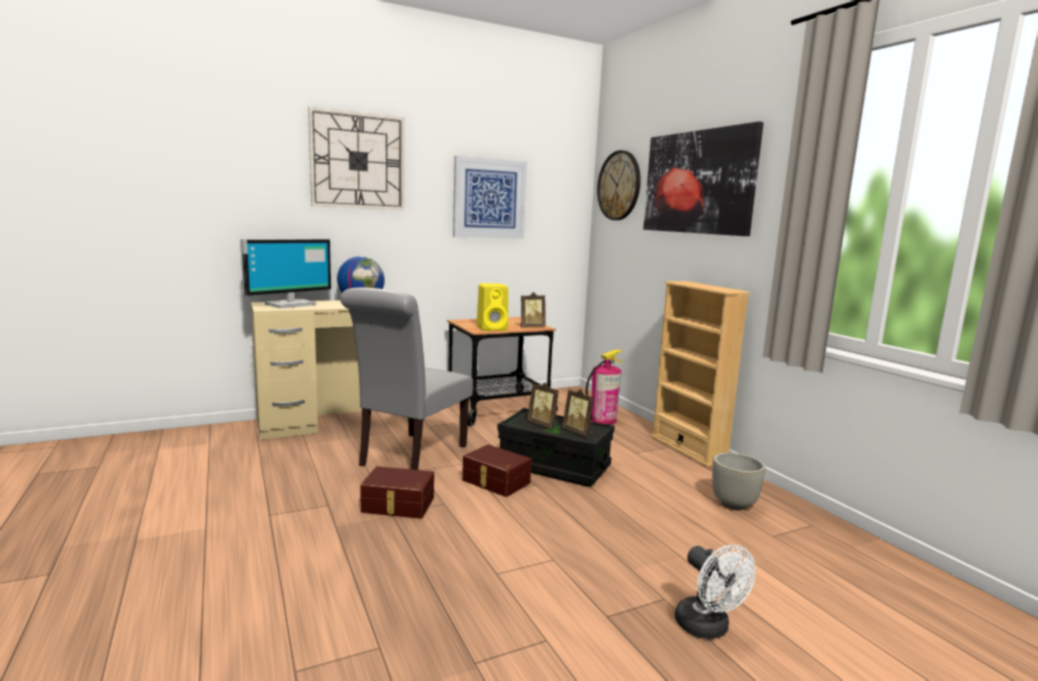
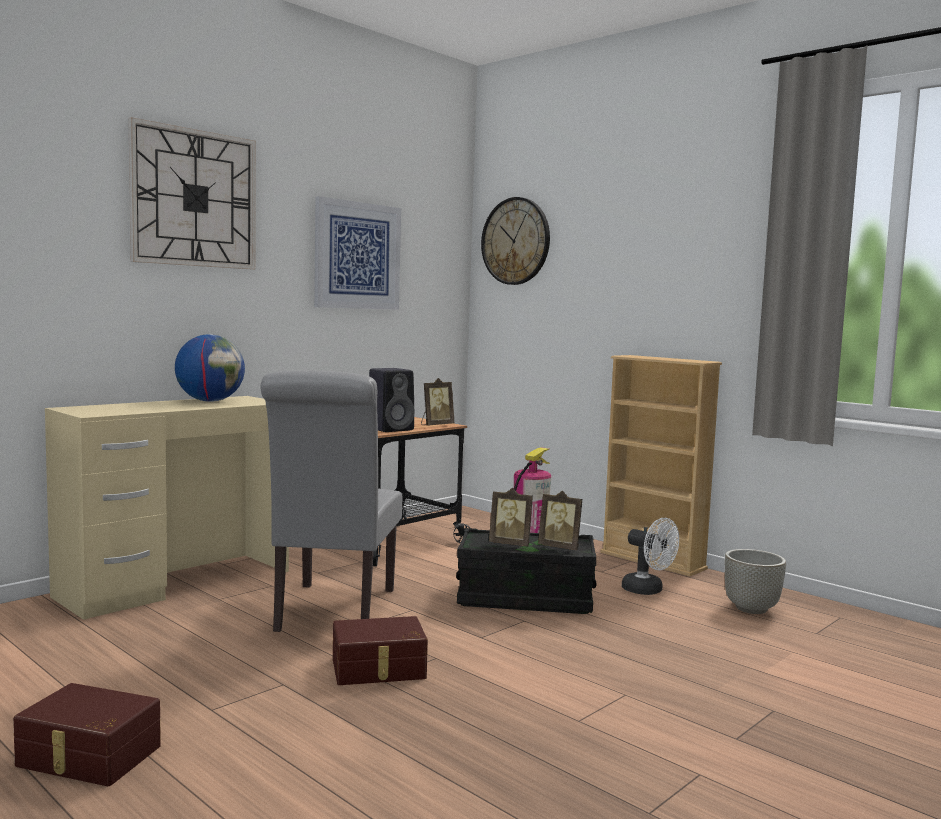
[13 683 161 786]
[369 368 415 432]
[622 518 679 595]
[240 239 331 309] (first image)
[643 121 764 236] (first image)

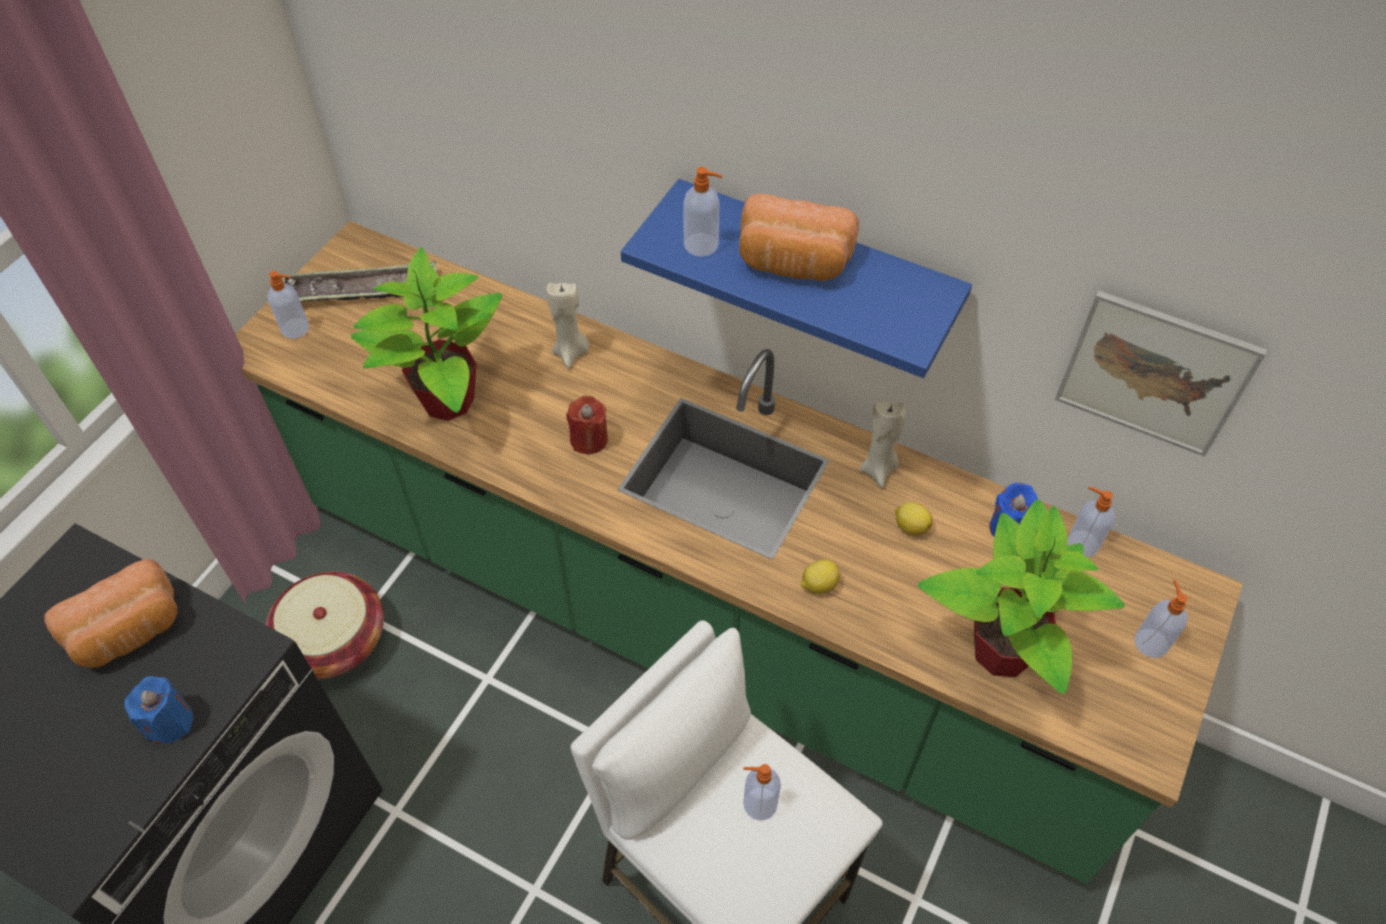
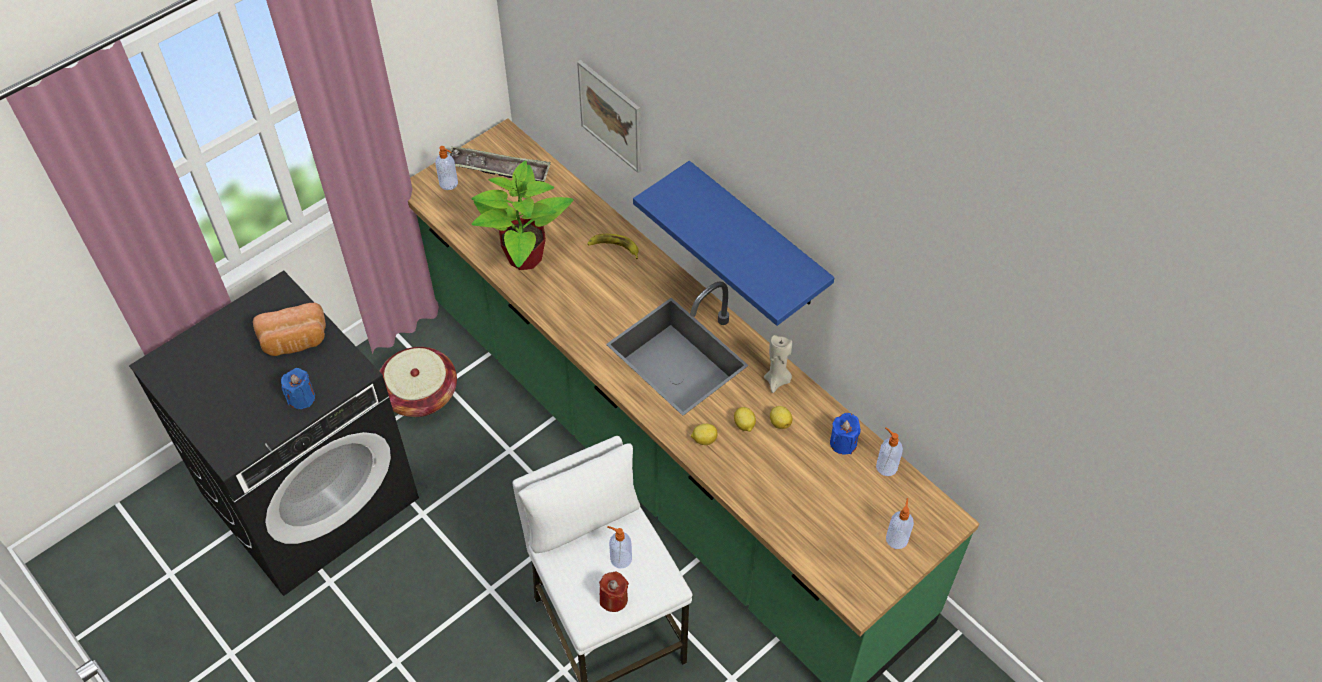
[577 60 641 173]
[587 234 638 259]
[599 572 629 612]
[734 407 756 432]
[683 167 722 257] (first image)
[739 194 859 281] (first image)
[918 499 1125 694] (first image)

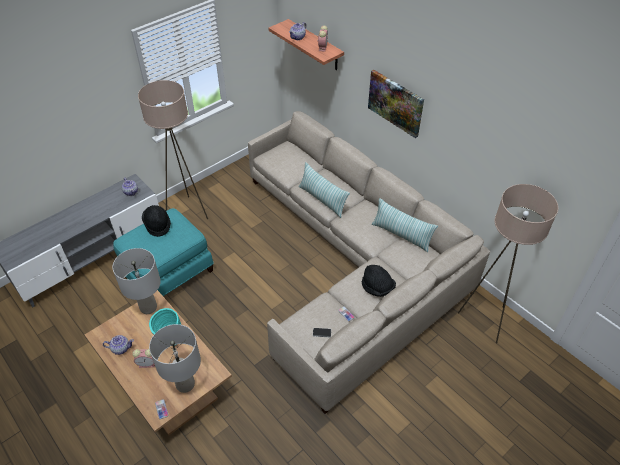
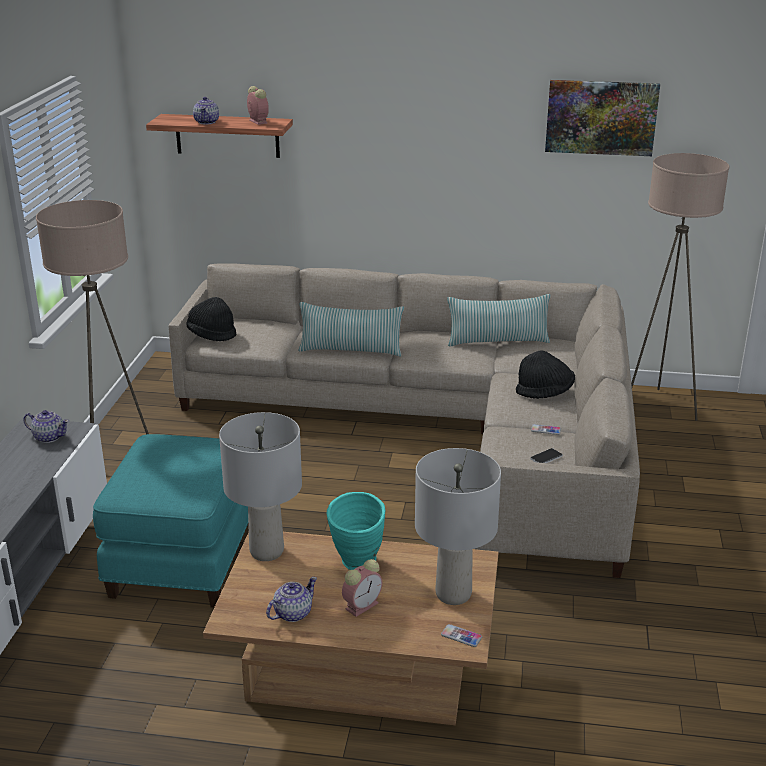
[186 297 236 341]
[545 80 660 156]

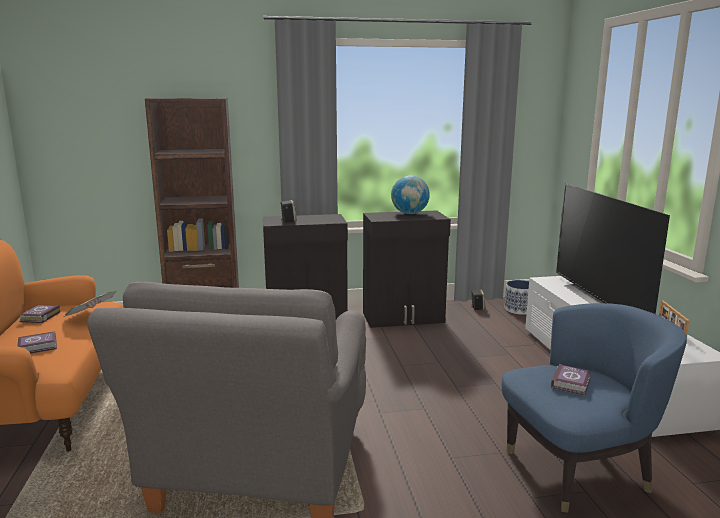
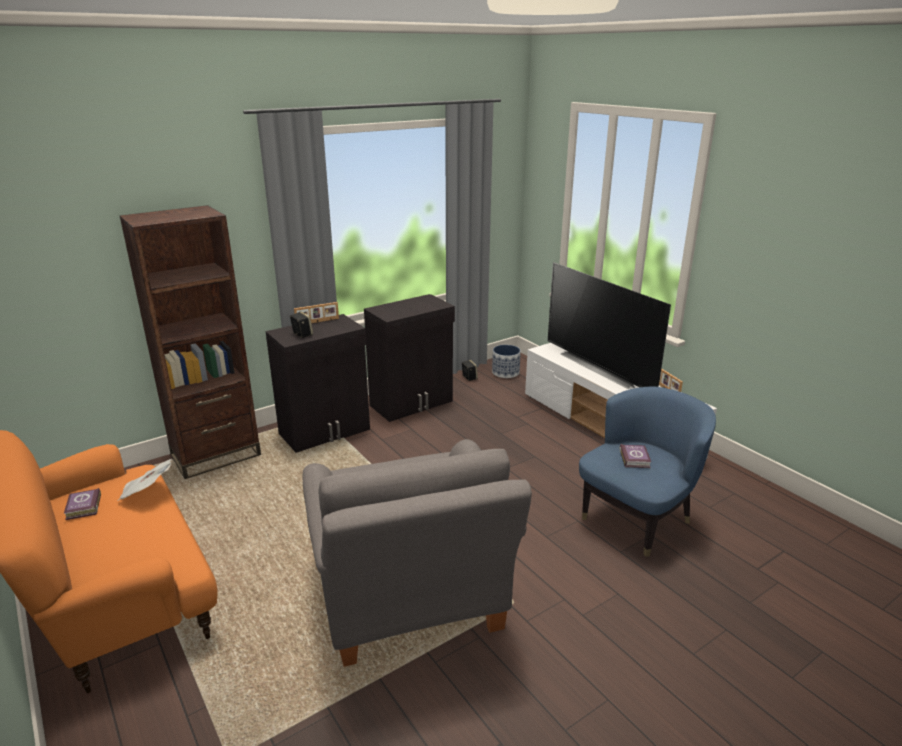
[294 302 339 323]
[17 331 57 354] (first image)
[391 176 430 214] (first image)

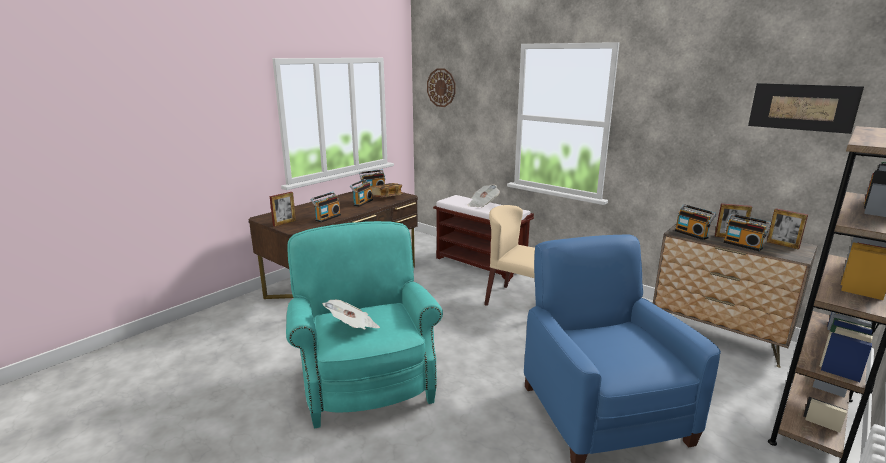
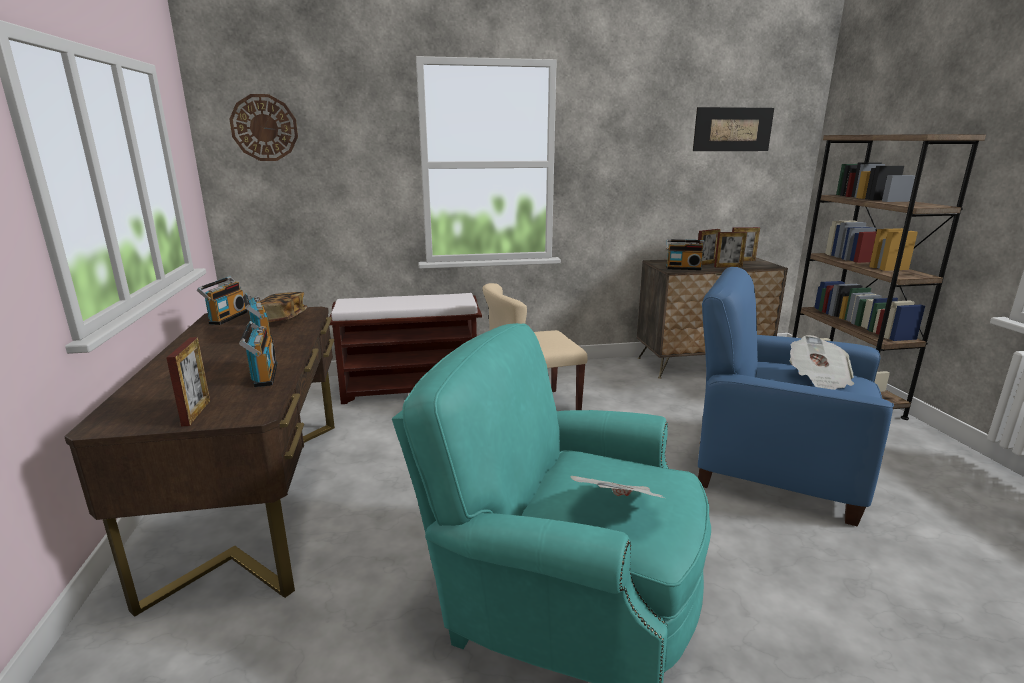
[714 232 747 267]
[790 335 854 390]

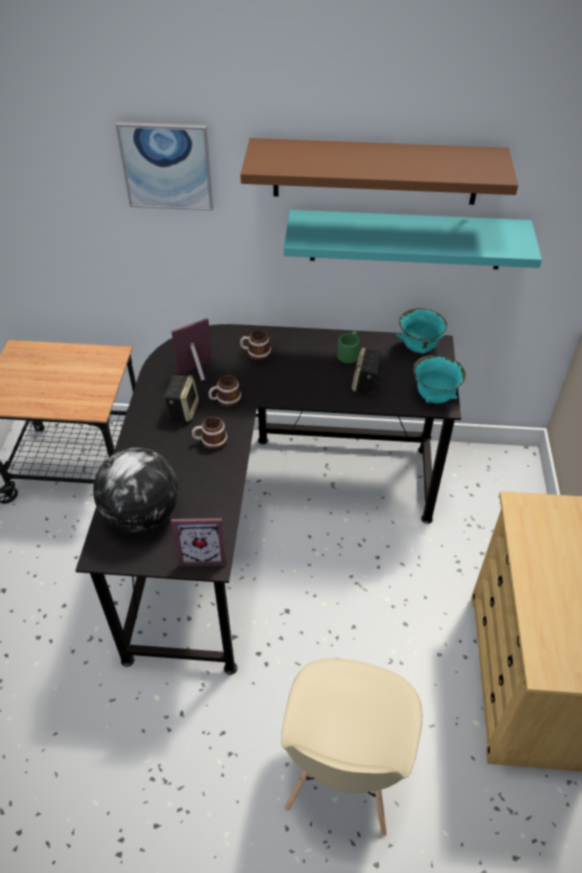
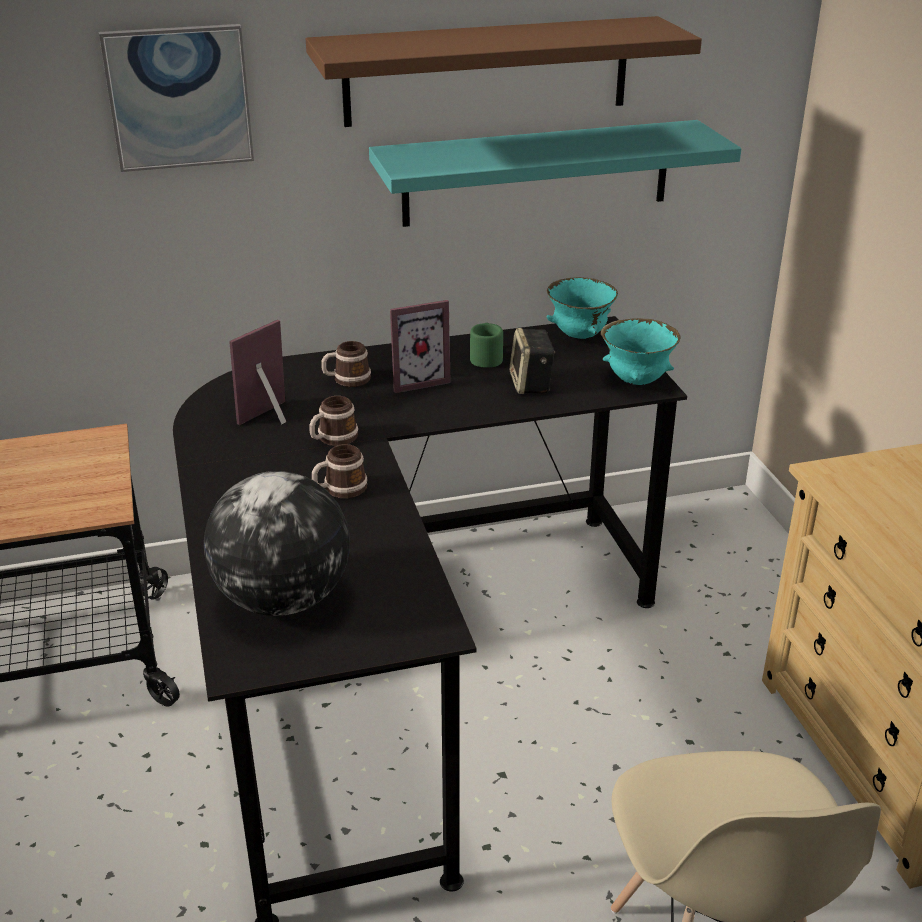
[390 300 451 393]
[163 375 199 422] (first image)

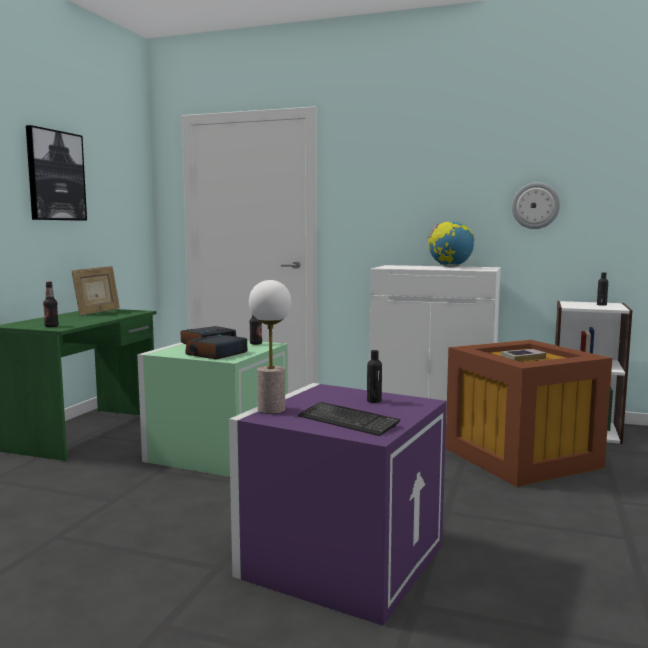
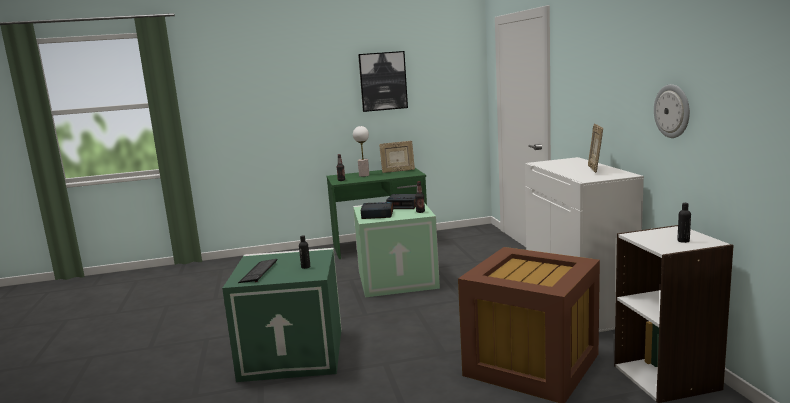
[222 248 342 382]
[353 126 369 177]
[588 124 603 173]
[501 349 546 361] (first image)

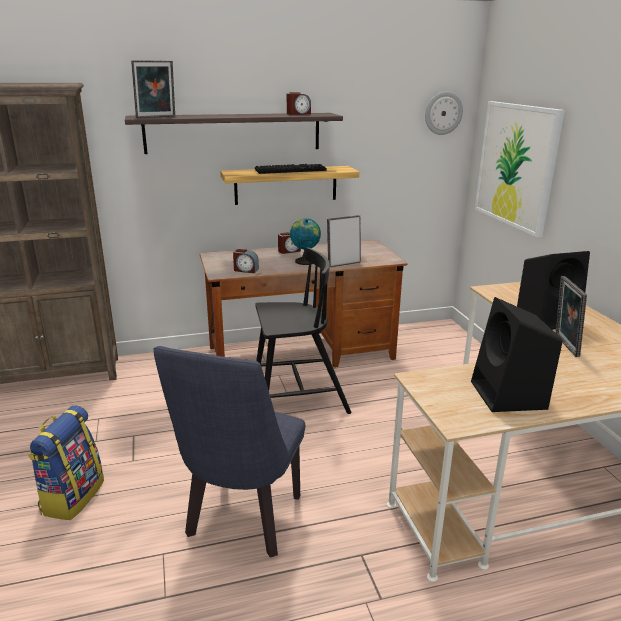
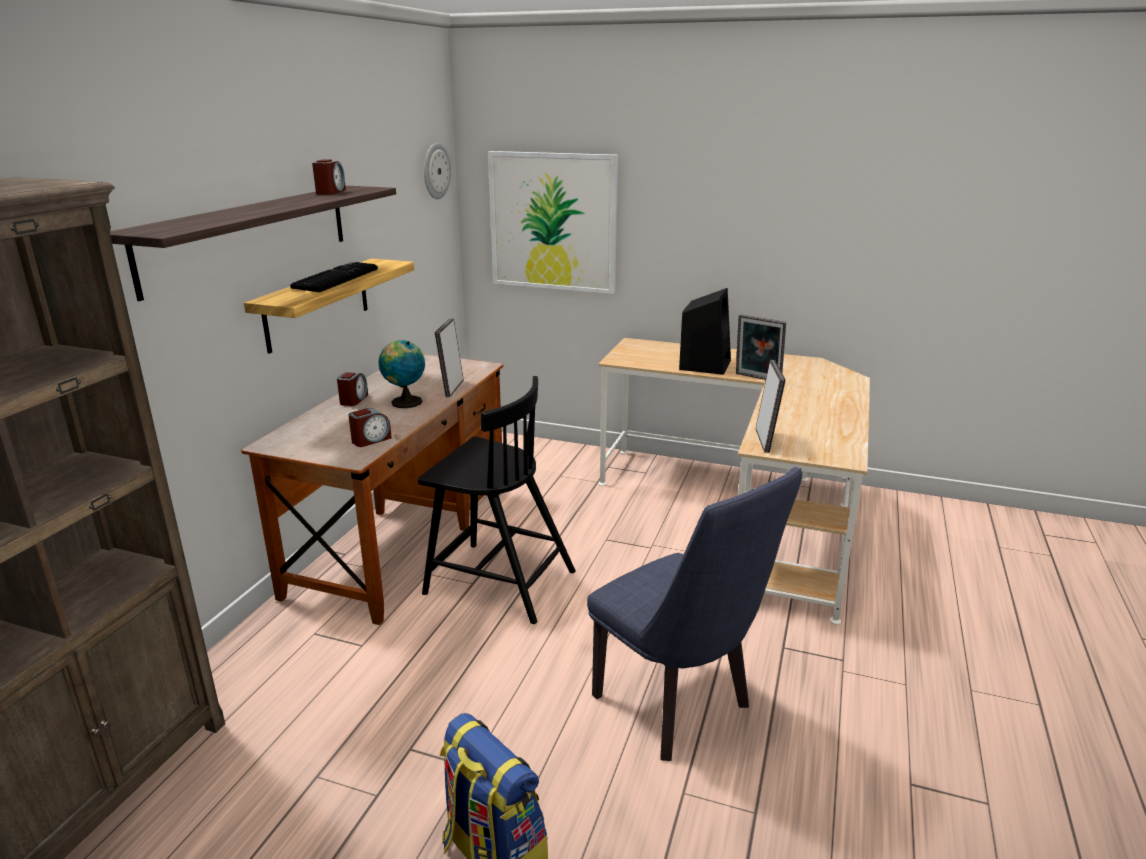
[418 376 576 624]
[756 360 786 453]
[471 297 563 412] (first image)

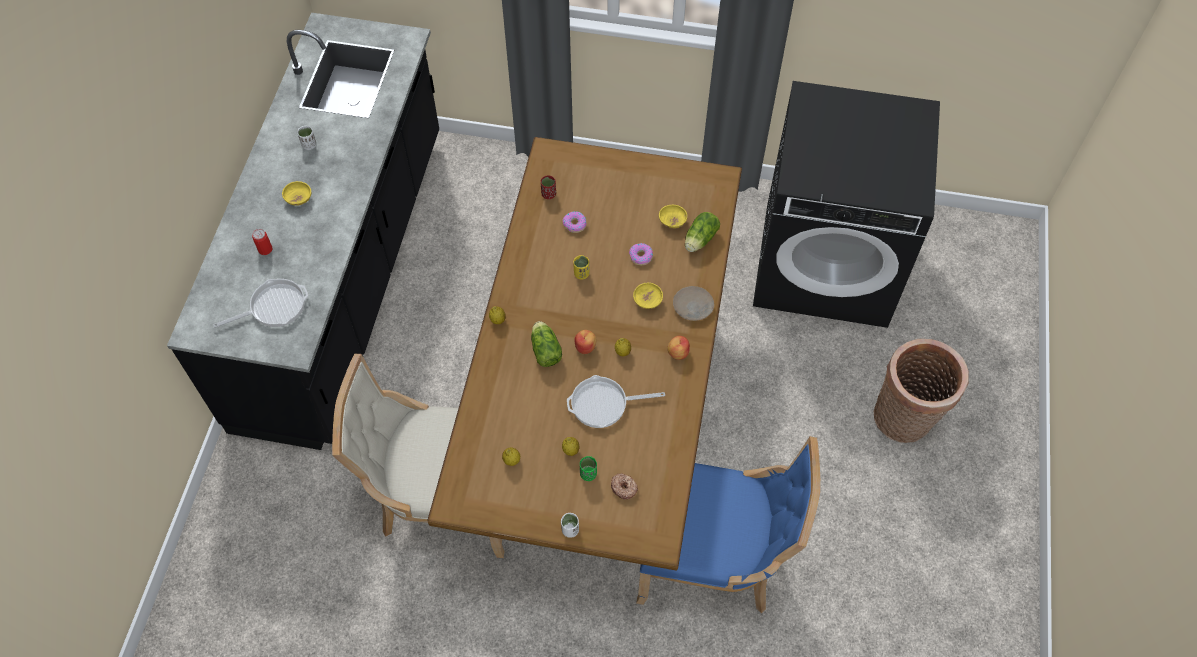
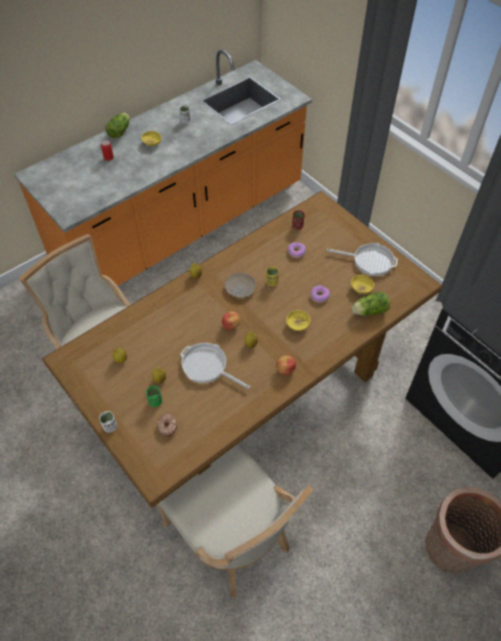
[14 50 312 286]
[106 113 130 139]
[157 443 313 598]
[225 273 256 298]
[327 243 398 276]

